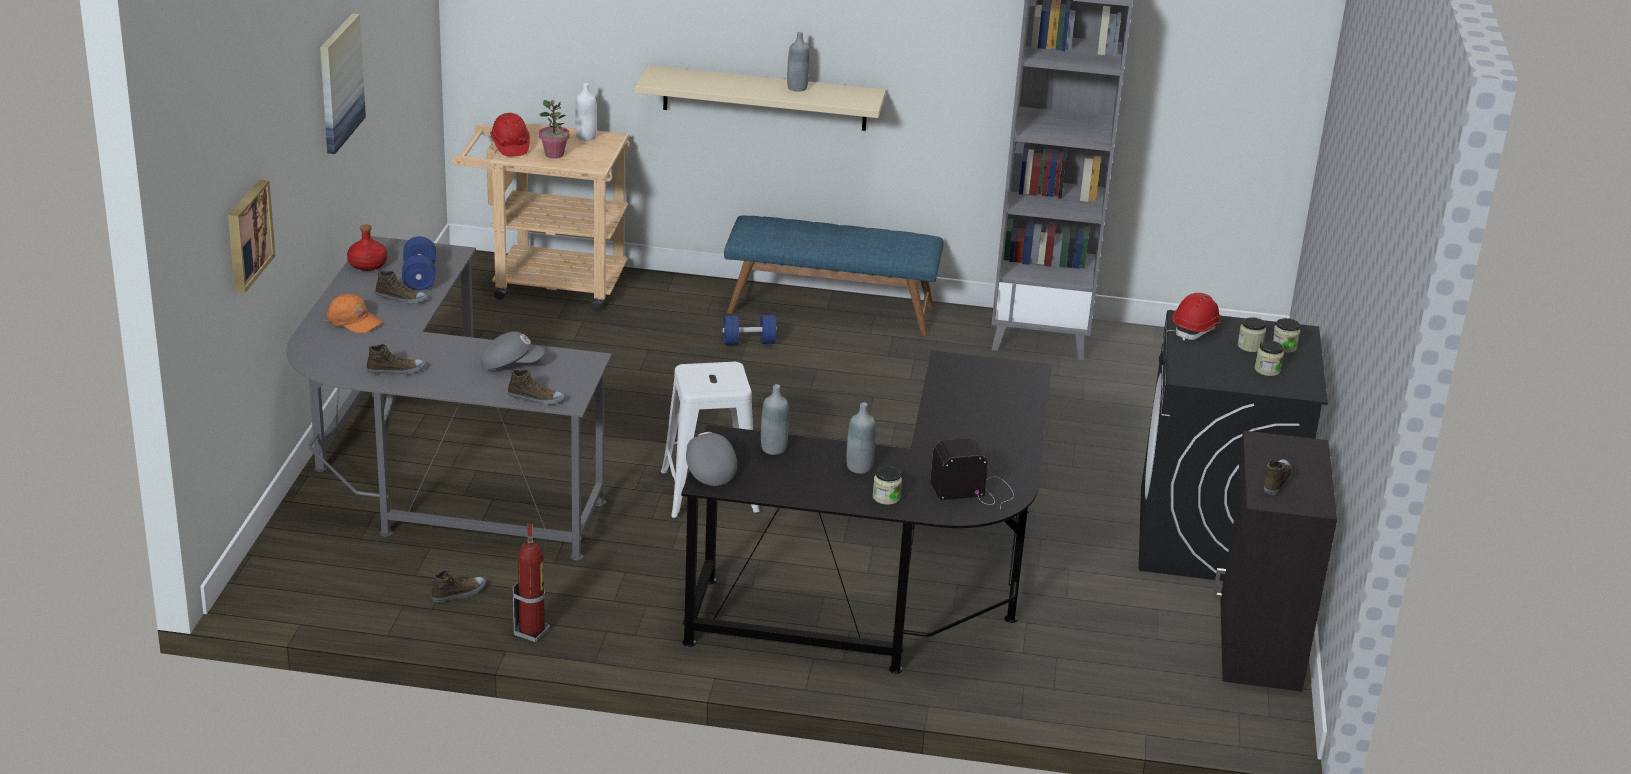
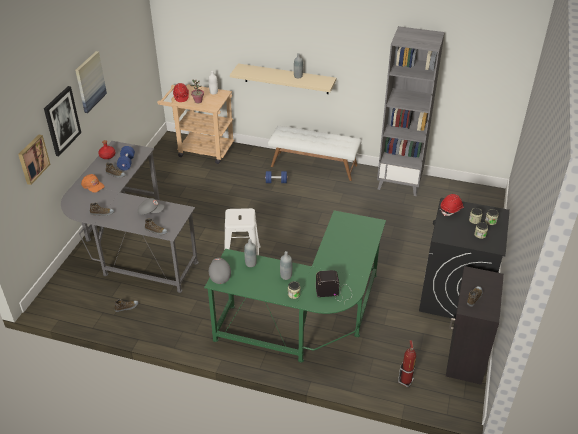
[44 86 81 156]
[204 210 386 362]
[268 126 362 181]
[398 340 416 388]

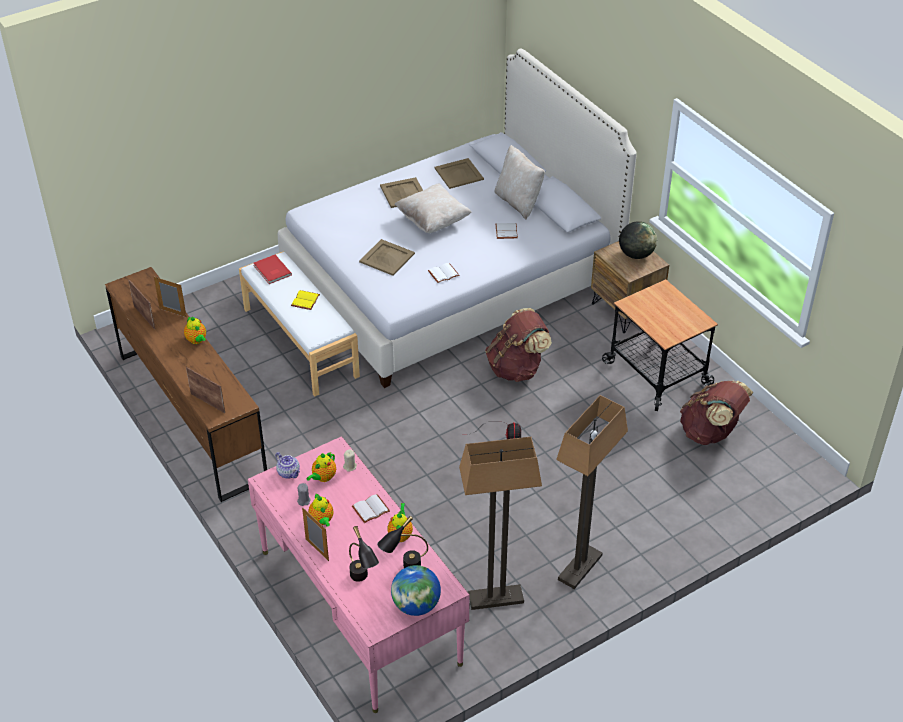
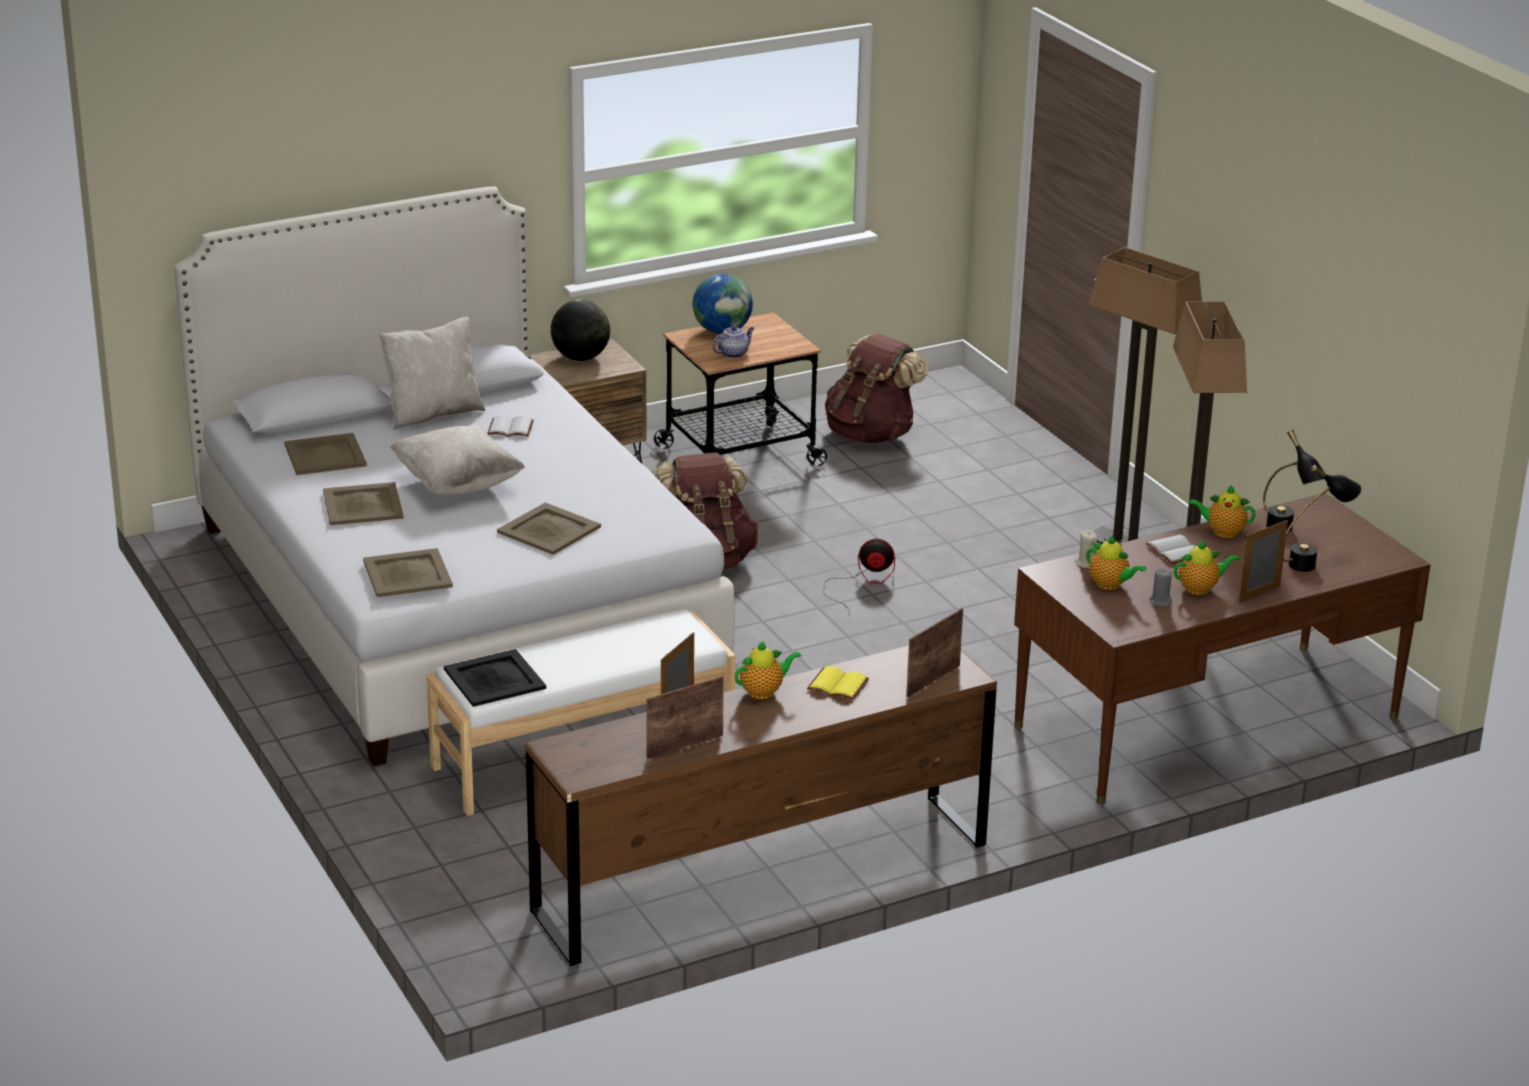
[363 548 453 597]
[444 649 546 707]
[693 274 753 334]
[712 326 754 358]
[807 666 869 700]
[1014 493 1431 805]
[428 263 460 283] (first image)

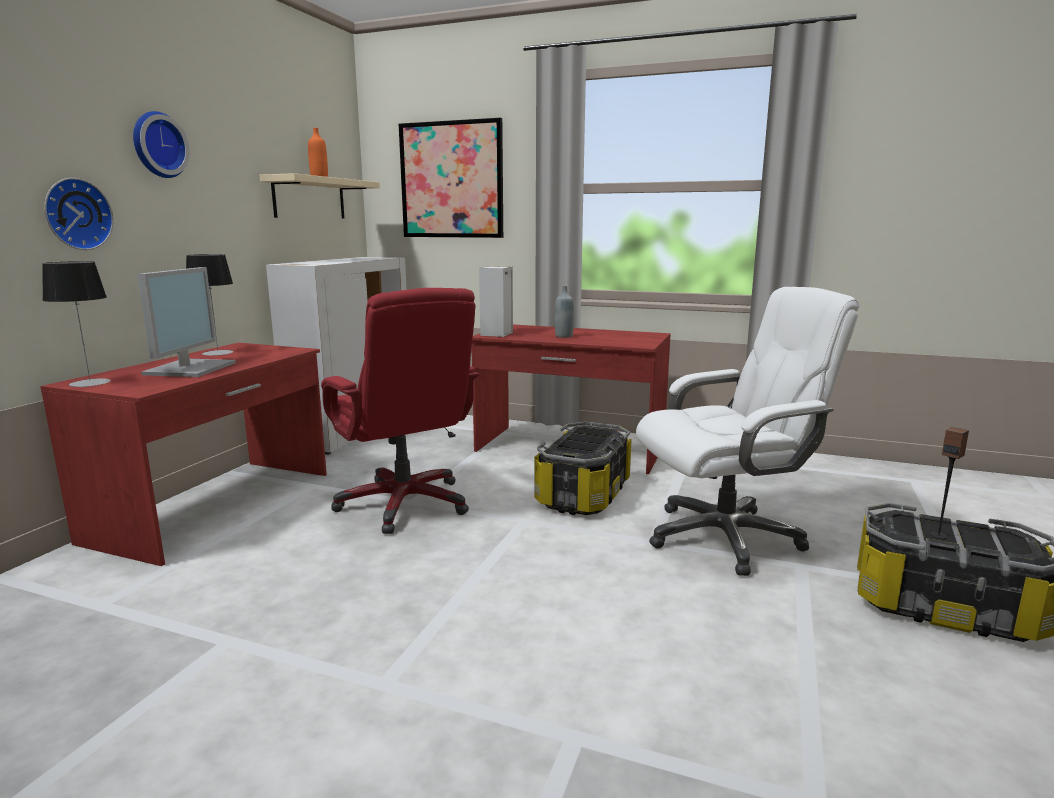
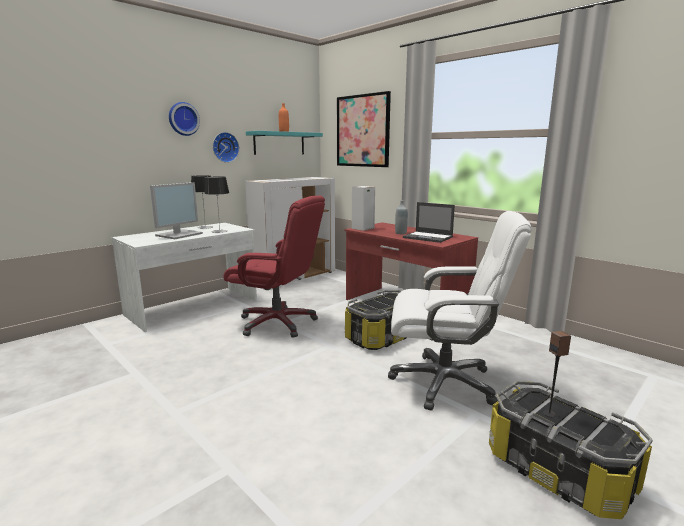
[112 223 257 332]
[204 176 229 233]
[213 132 239 163]
[223 196 325 338]
[246 131 323 155]
[403 202 455 243]

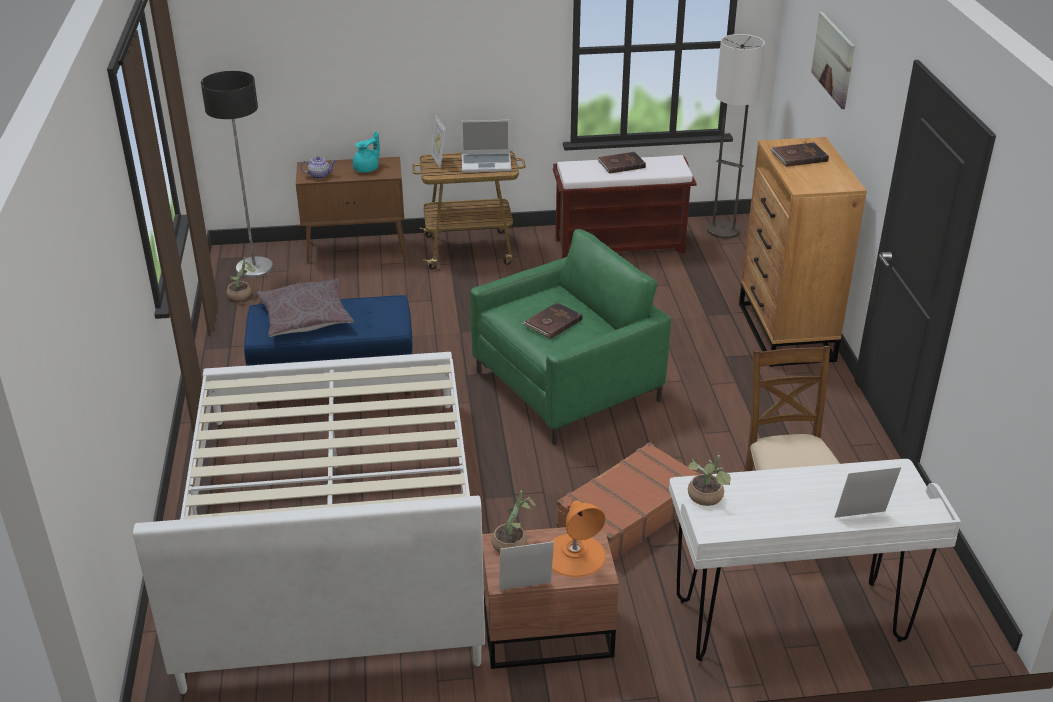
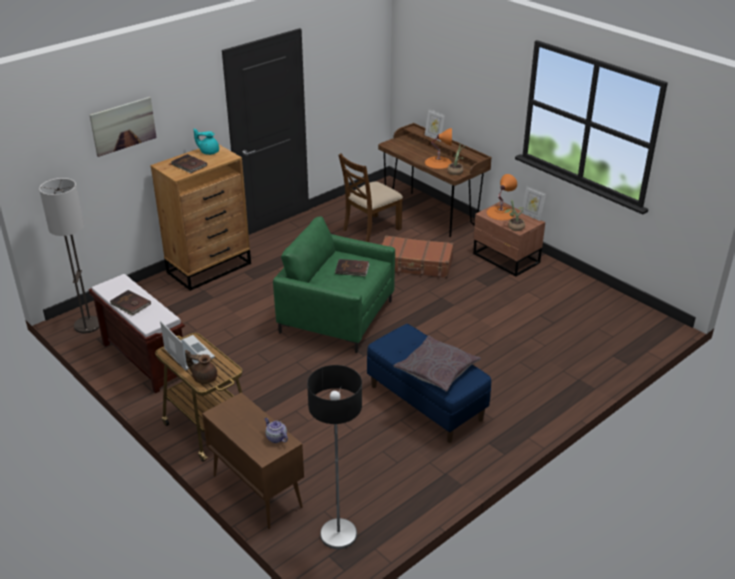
[185 350 217 384]
[194 129 219 155]
[378 123 492 237]
[425 128 452 169]
[133 352 485 694] (first image)
[227 257 256 301] (first image)

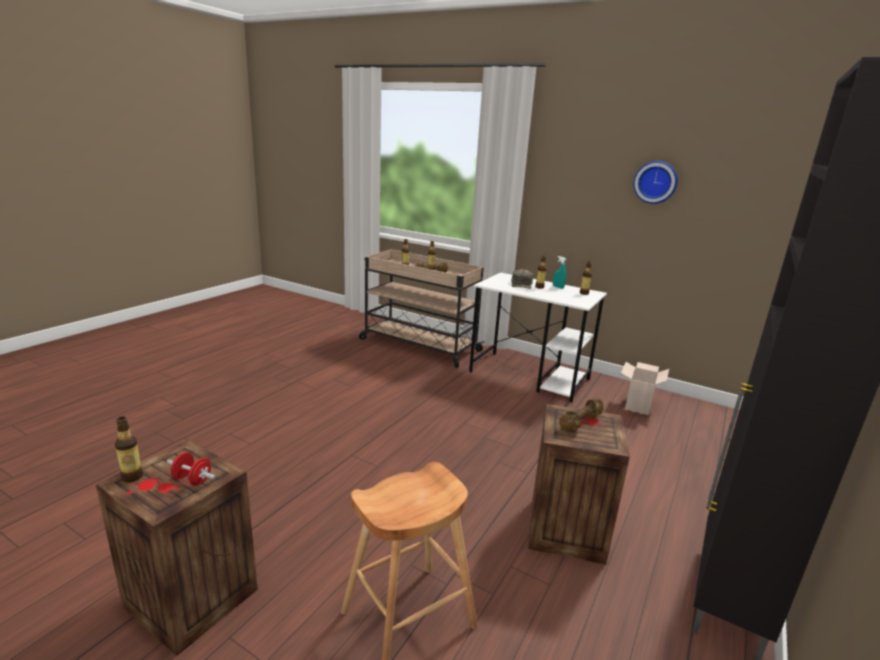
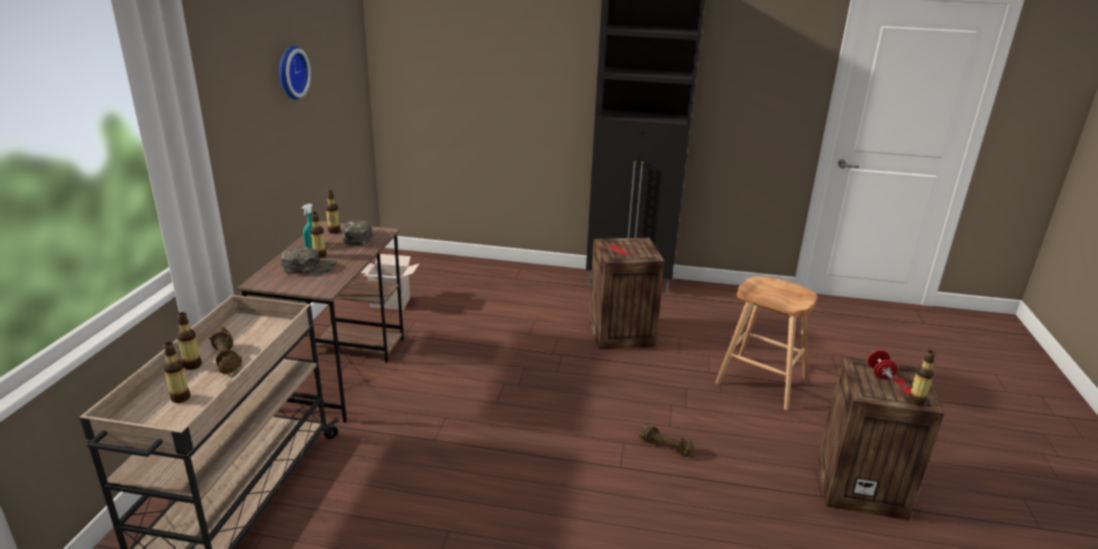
[237 221 404 423]
[342 220 373 246]
[638 424 694 457]

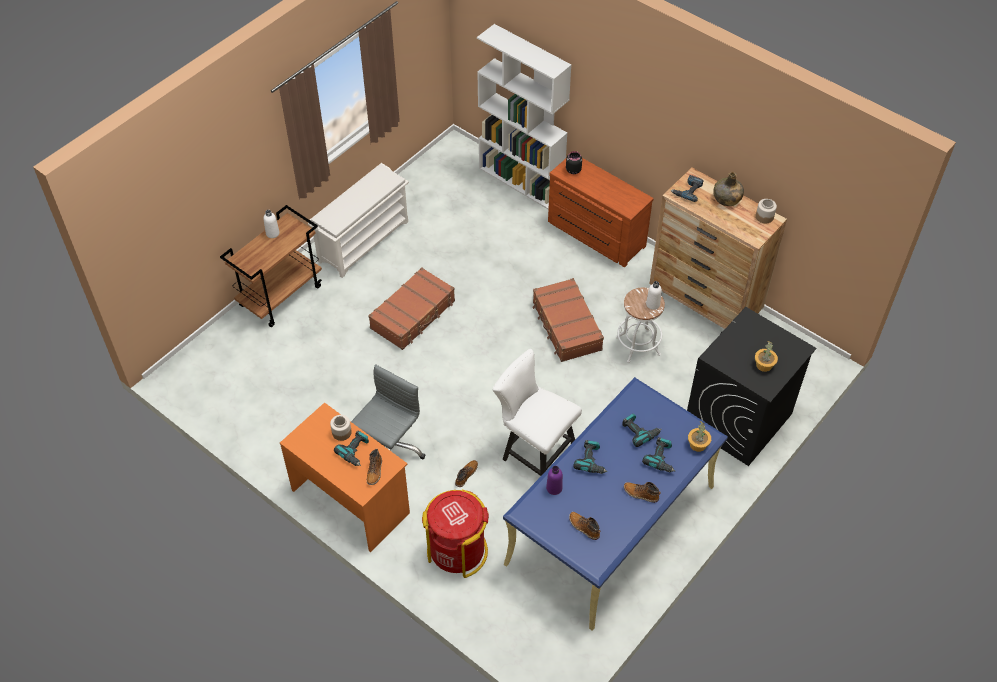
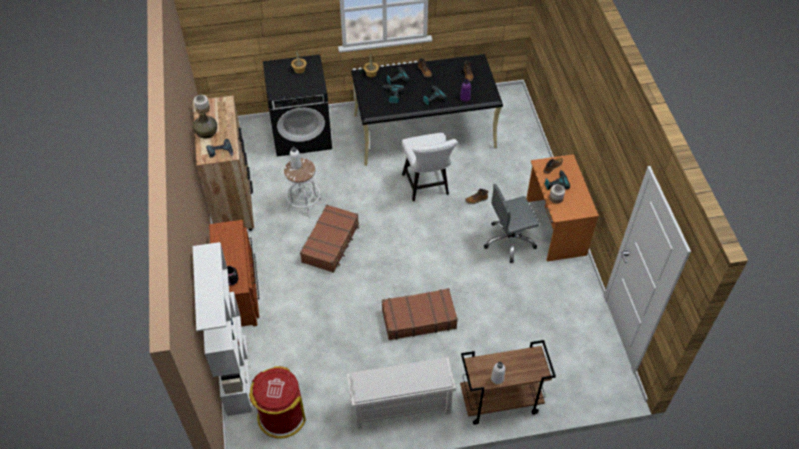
[249 366 306 438]
[351 54 503 166]

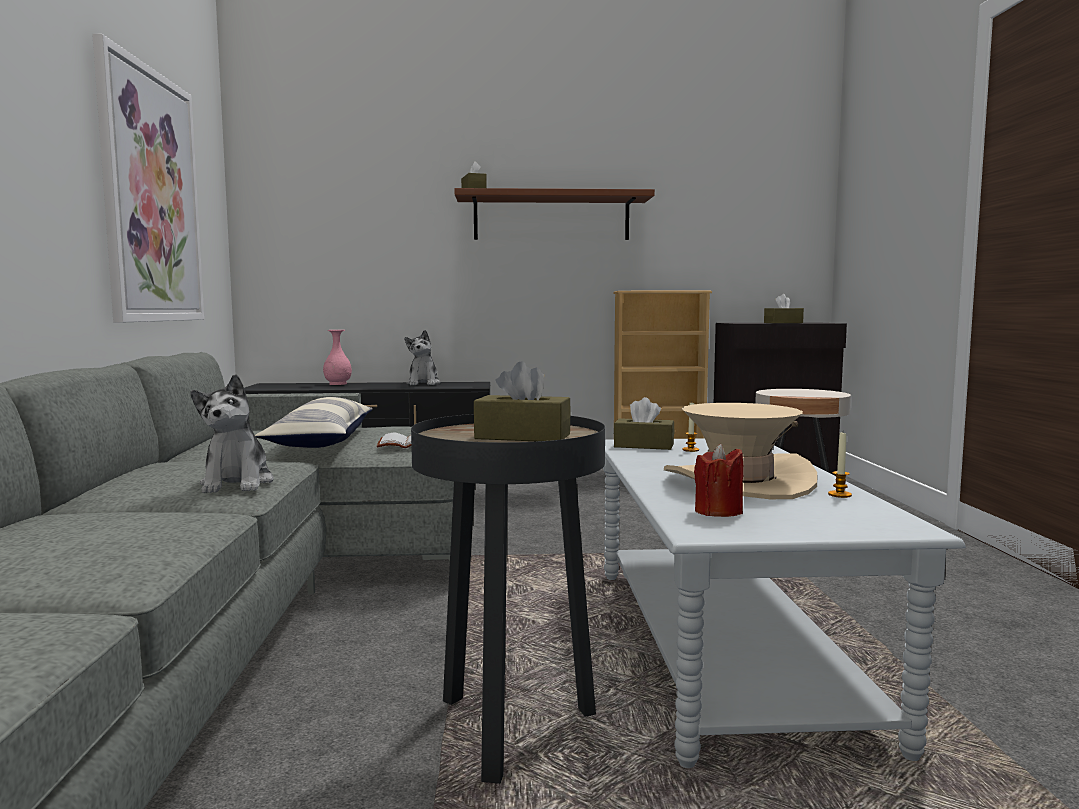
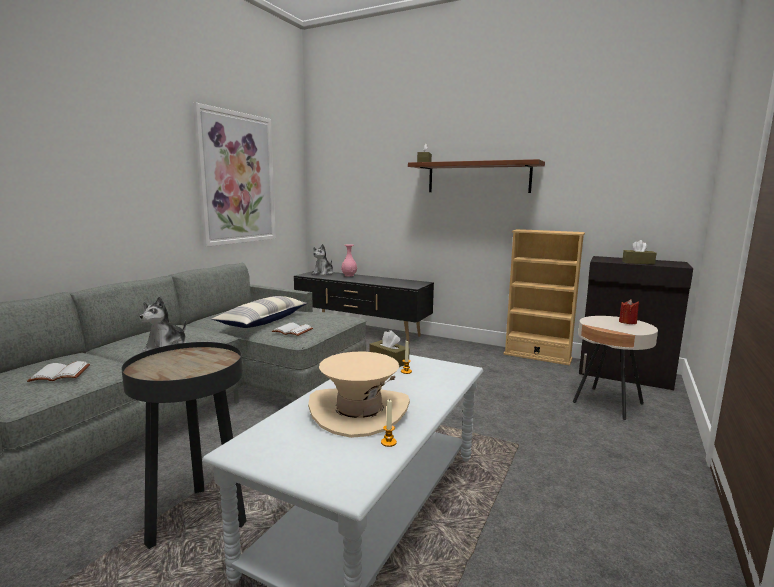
[27 361 90 382]
[312 244 333 275]
[619 299 639 324]
[474 361 571 441] (first image)

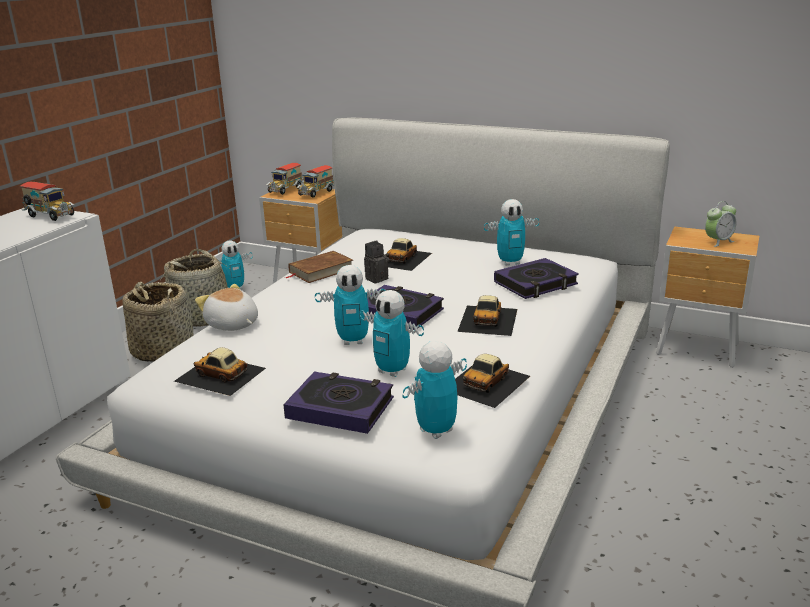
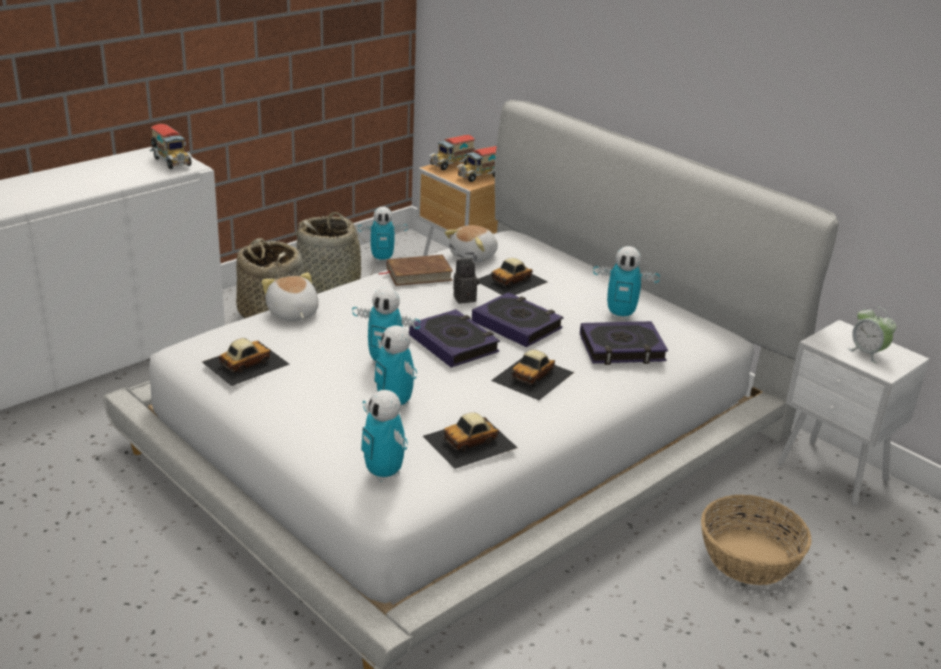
[202 338 290 386]
[361 390 408 482]
[444 225 498 262]
[472 292 564 347]
[701 495 812 585]
[778 320 929 505]
[848 307 897 364]

